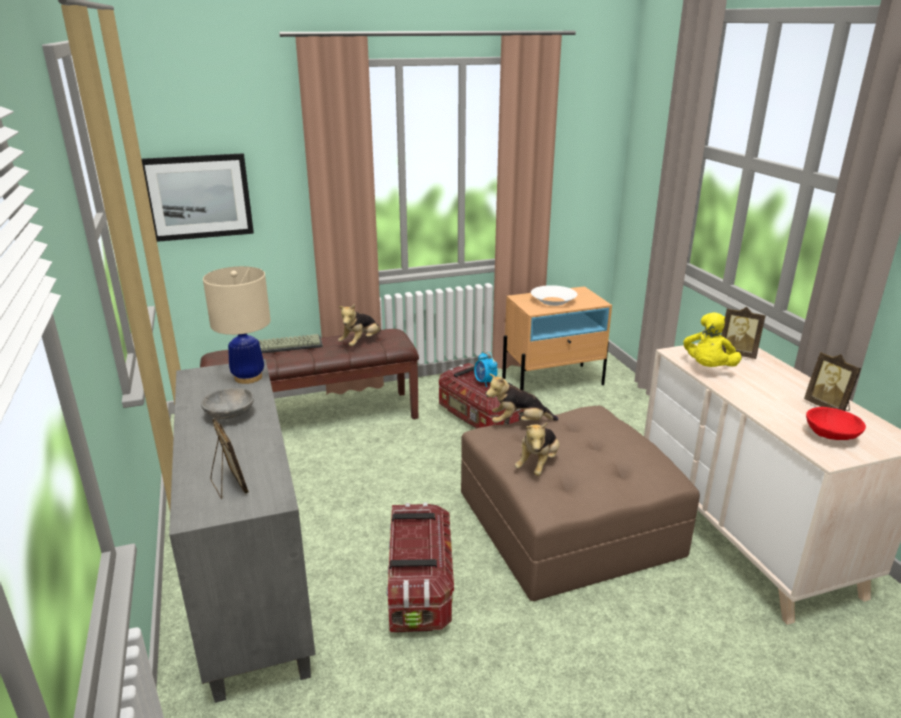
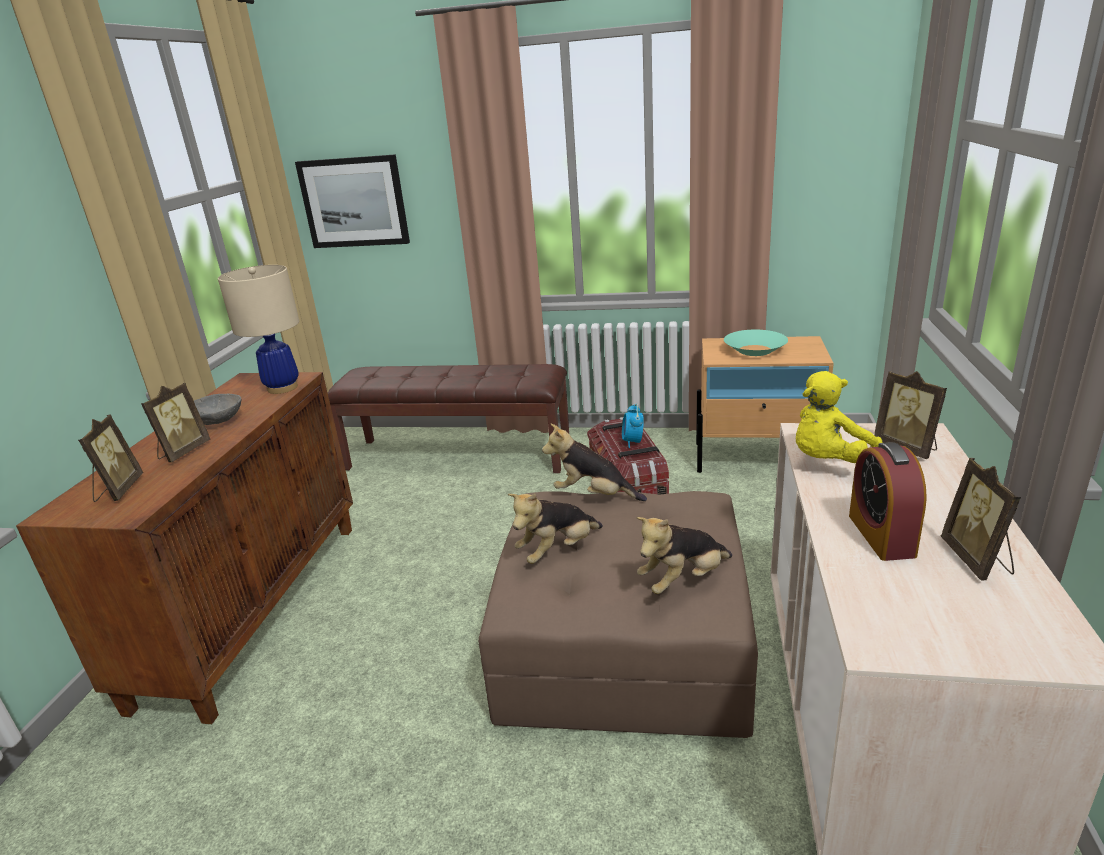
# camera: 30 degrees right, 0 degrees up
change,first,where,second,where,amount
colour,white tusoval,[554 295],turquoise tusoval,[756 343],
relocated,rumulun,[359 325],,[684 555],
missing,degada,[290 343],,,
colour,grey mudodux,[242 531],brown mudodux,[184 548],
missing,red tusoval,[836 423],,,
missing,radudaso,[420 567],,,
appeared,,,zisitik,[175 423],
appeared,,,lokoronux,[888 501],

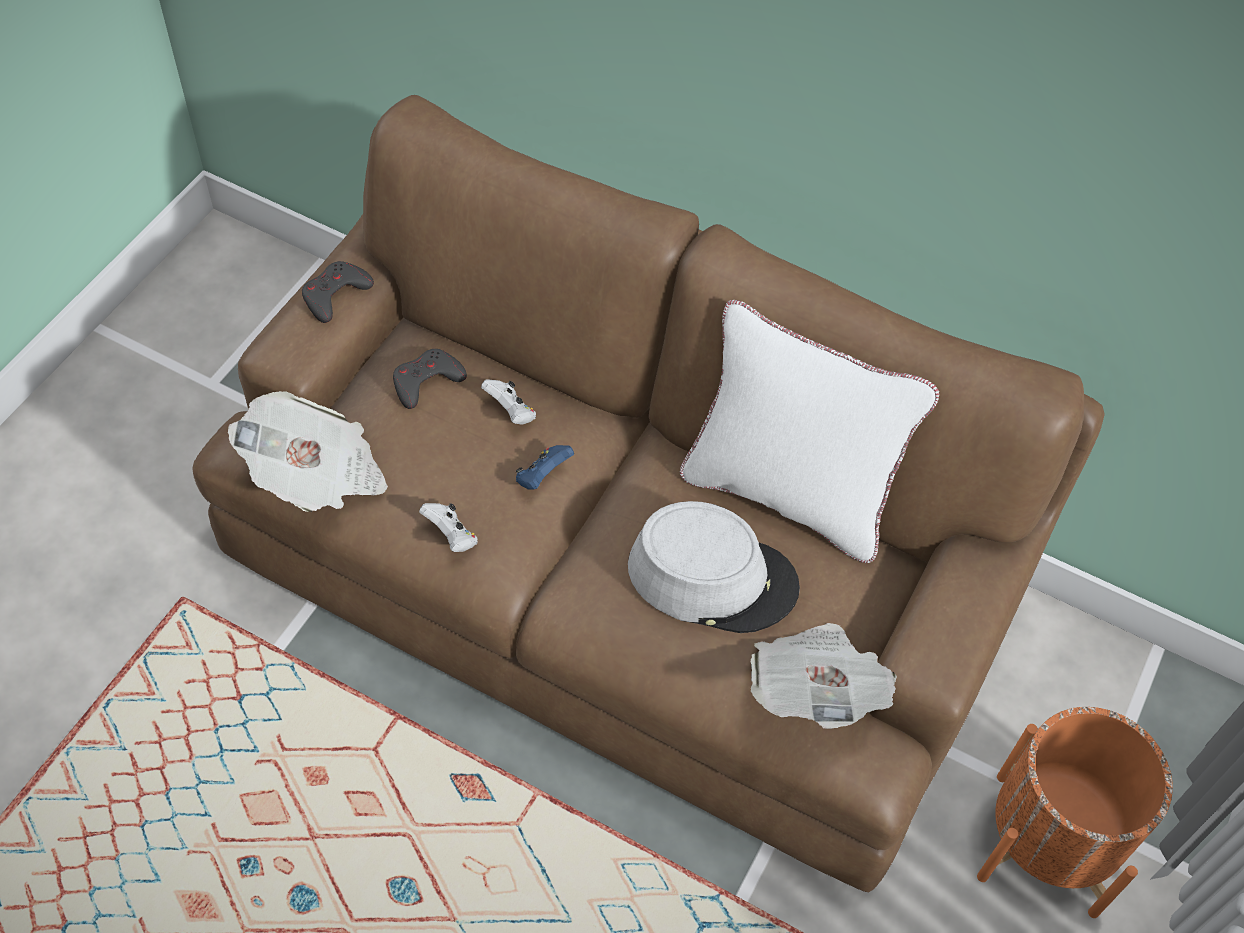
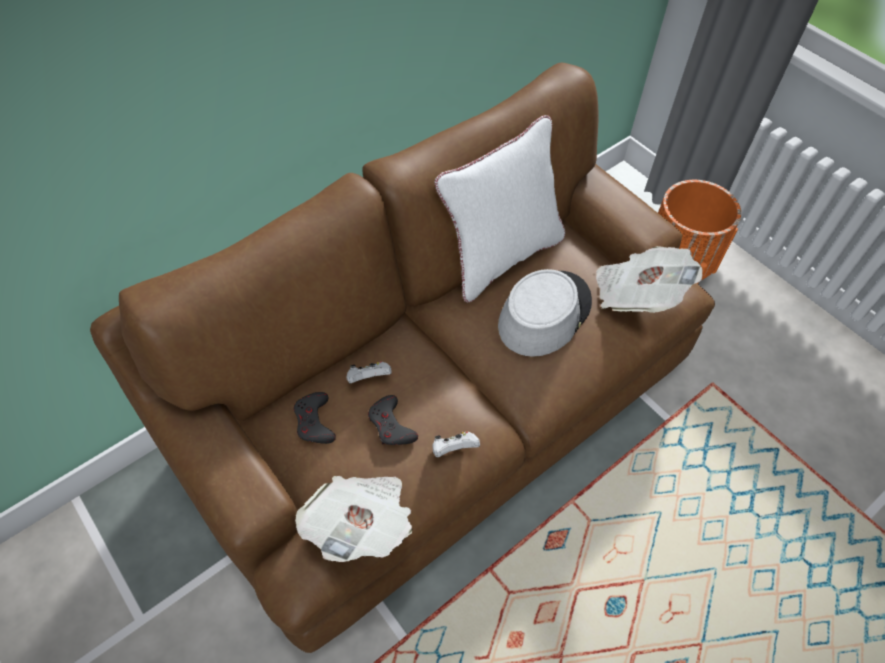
# camera: 65 degrees left, 0 degrees up
change,first,where,second,where,amount
relocated,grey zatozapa,[338 292],,[393 420],
missing,blue zatozapa,[545 467],,,

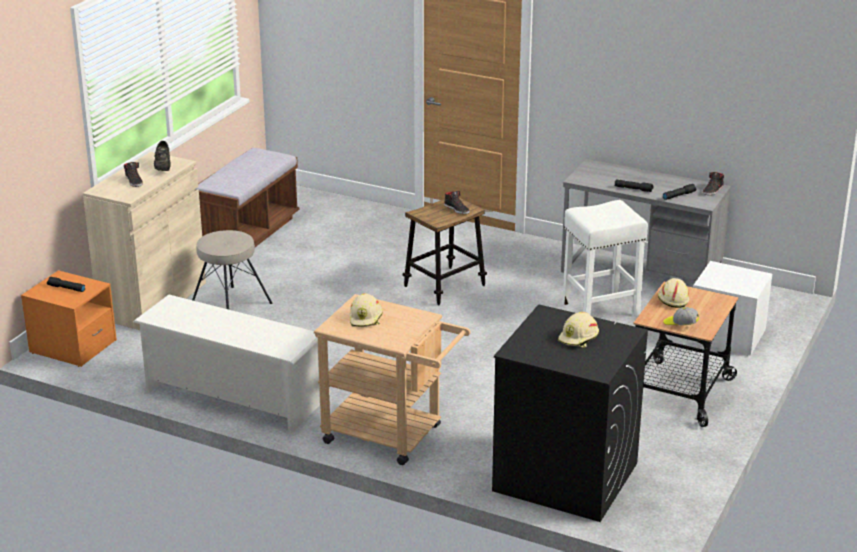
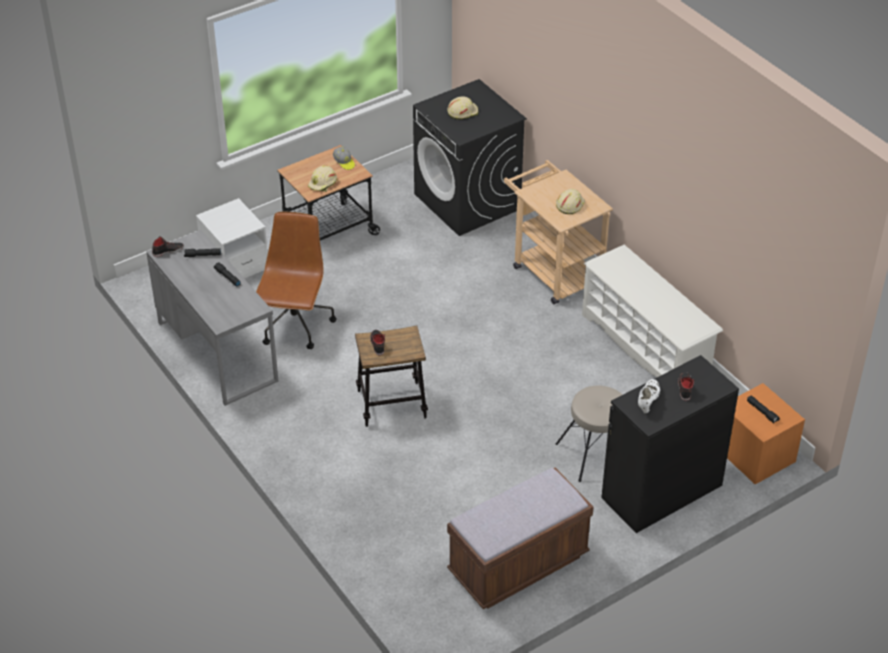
# camera: 150 degrees left, 15 degrees up
change,first,where,second,where,amount
colour,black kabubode,[162 156],white kabubode,[649 396],
colour,beige mudodux,[144 241],black mudodux,[670 444],
exchanged,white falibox,[605 258],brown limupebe,[296 280],

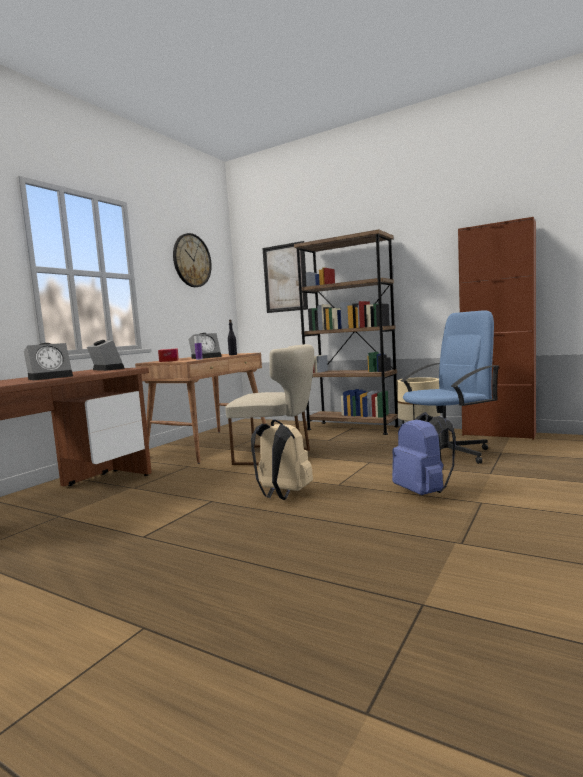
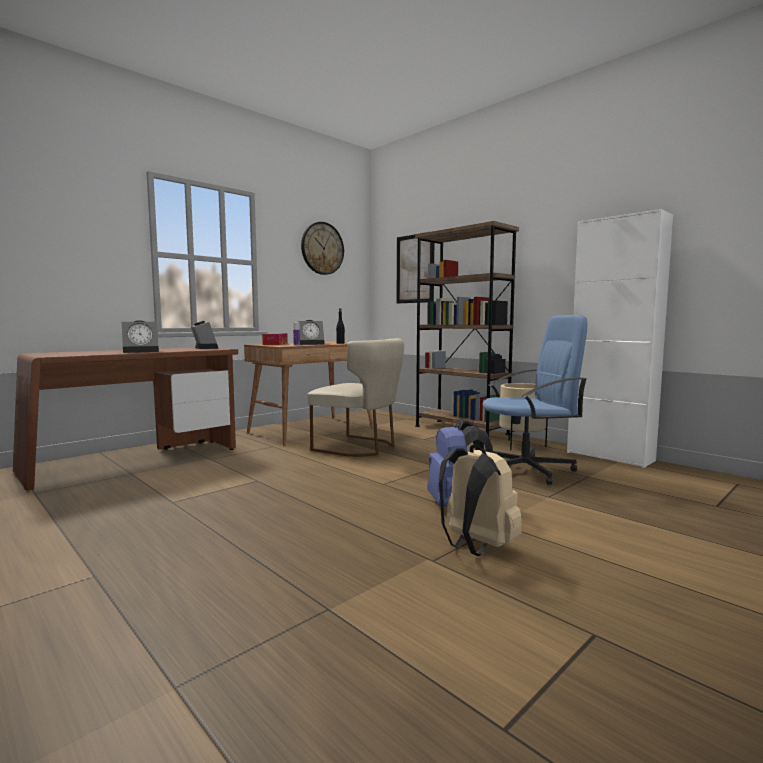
# camera: 15 degrees right, 0 degrees up
change,first,where,second,where,amount
colour,brown mudodux,[497 328],white mudodux,[620 338],
relocated,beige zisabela,[282 459],,[480 500],

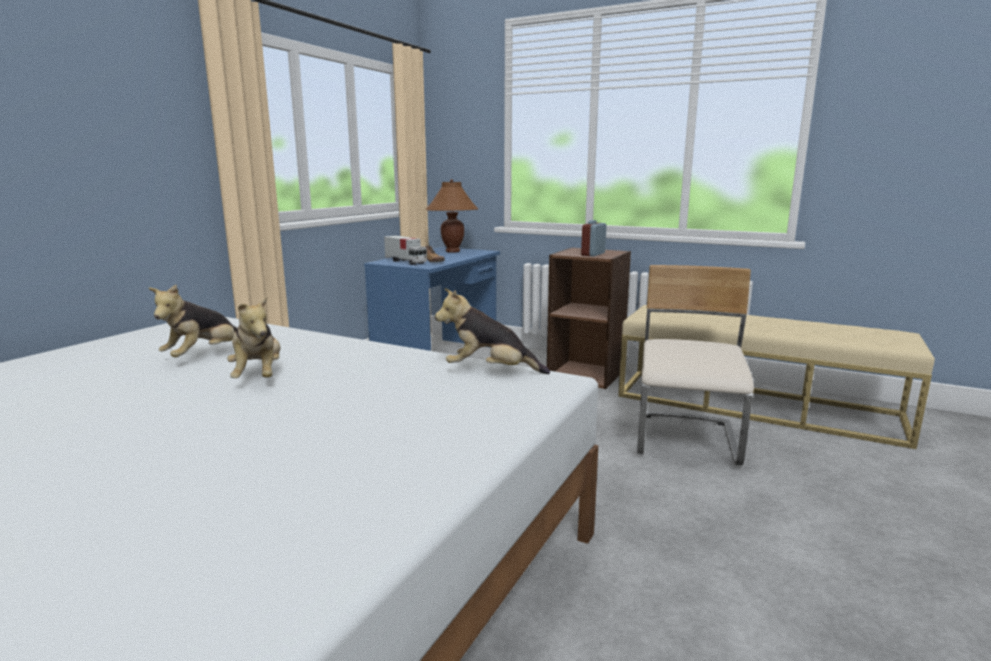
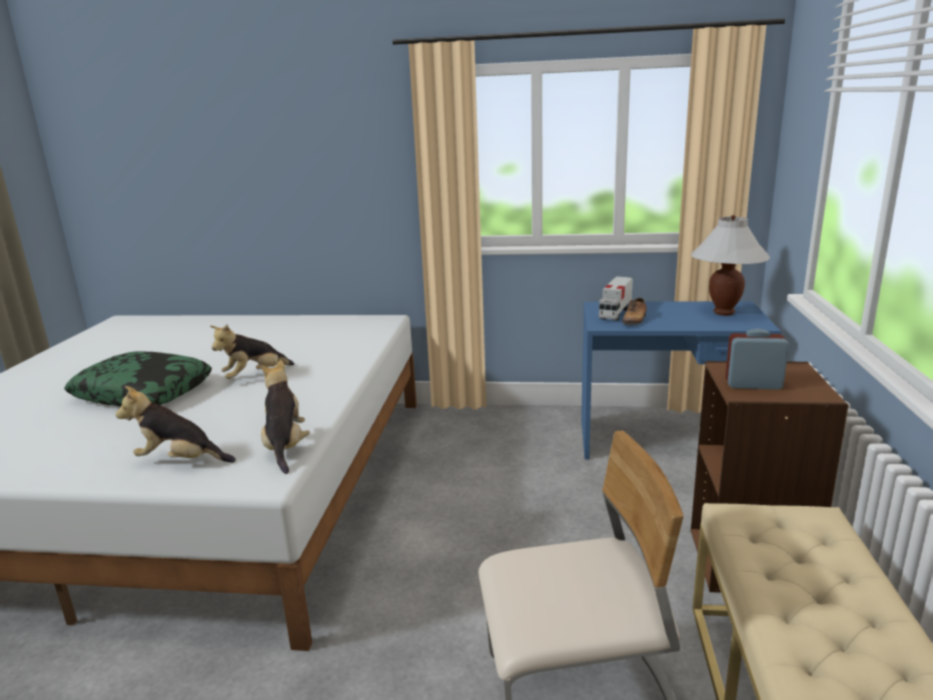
# camera: 70 degrees right, 5 degrees up
change,first,where,second,where,amount
colour,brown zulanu,[451 216],white zulanu,[730 265],
relocated,rumulun,[192 320],,[175 424],
appeared,,,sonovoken,[138 379],

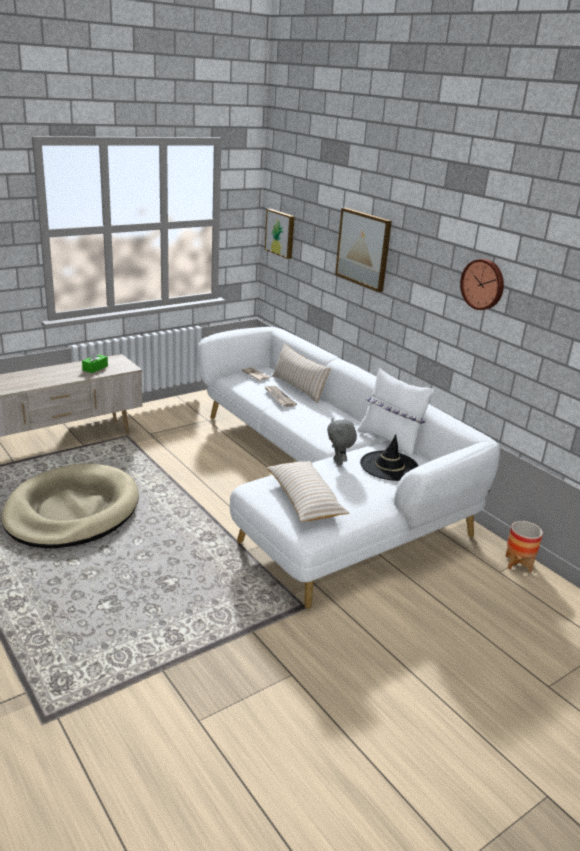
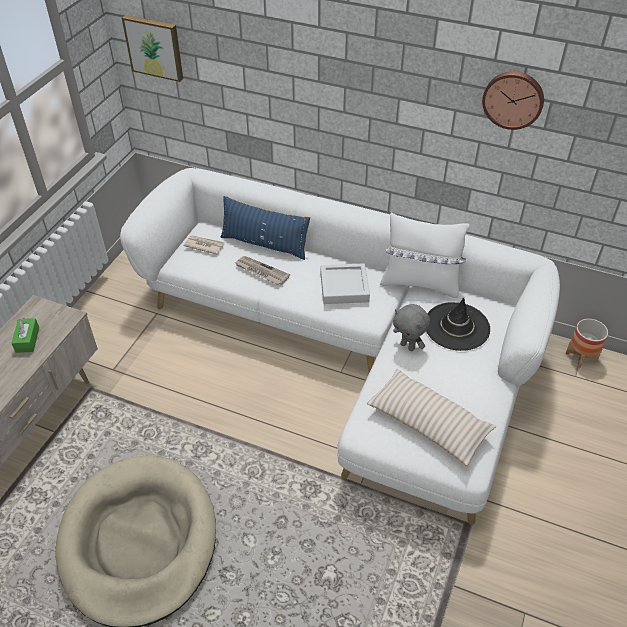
# camera: 30 degrees left, 20 degrees up
change,first,where,second,where,amount
missing,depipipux,[363 250],,,
colour,beige sonovoken,[301 373],blue sonovoken,[265 228],
appeared,,,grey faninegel,[345 283],

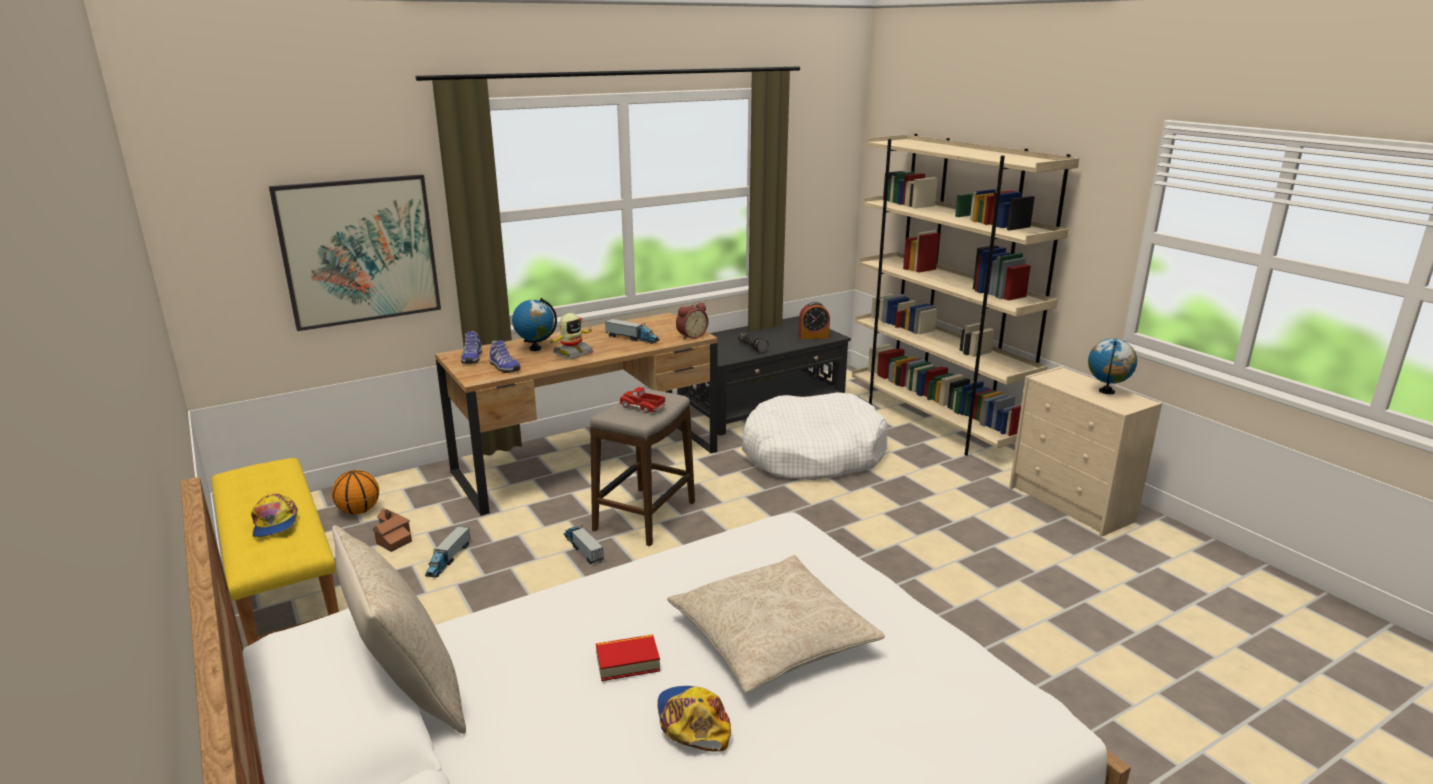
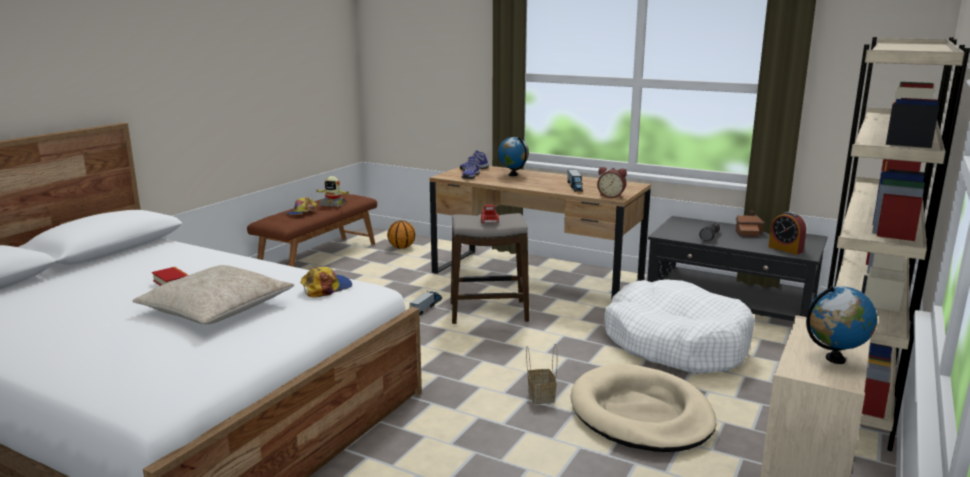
# camera: 60 degrees right, 5 degrees down
change,first,where,second,where,amount
missing,depipipux,[355 252],,,
relocated,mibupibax,[570 336],,[333 191],
colour,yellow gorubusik,[275 552],brown gorubusik,[312 230],
relocated,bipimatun,[392 530],,[750 223],
missing,beige sonovoken,[399 629],,,
missing,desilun,[448 552],,,
relocated,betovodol,[694 719],,[326 282],
appeared,,,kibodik,[541 374],
appeared,,,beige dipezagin,[643 407],

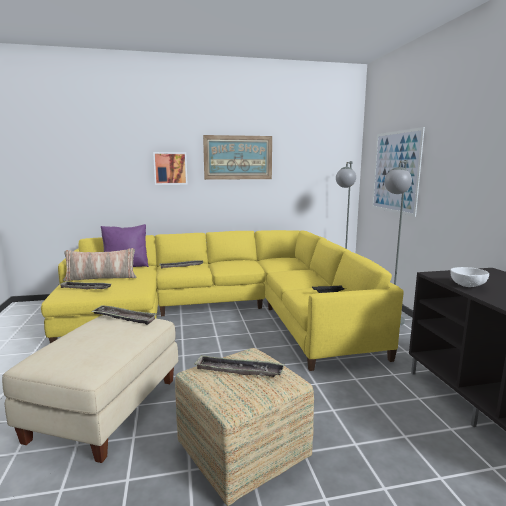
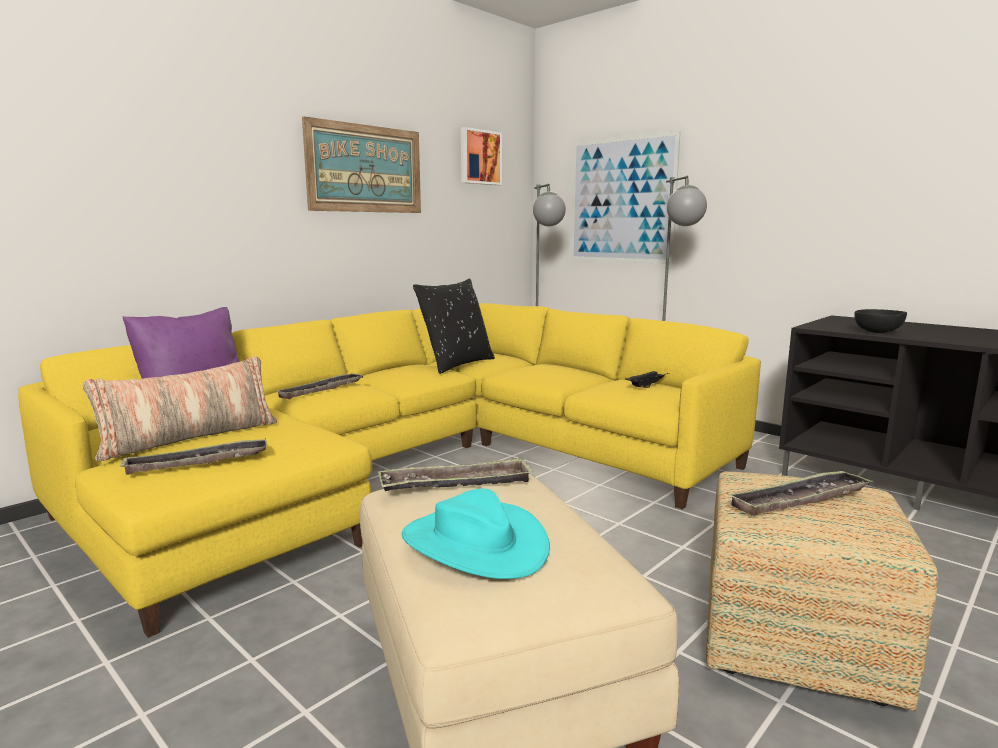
# camera: 35 degrees left, 0 degrees up
change,first,where,second,where,amount
relocated,depipipux,[170 168],,[481 156],
colour,white tusoval,[469 277],black tusoval,[880 321],
appeared,,,black sonovoken,[454 326],
appeared,,,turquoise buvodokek,[476 533],

